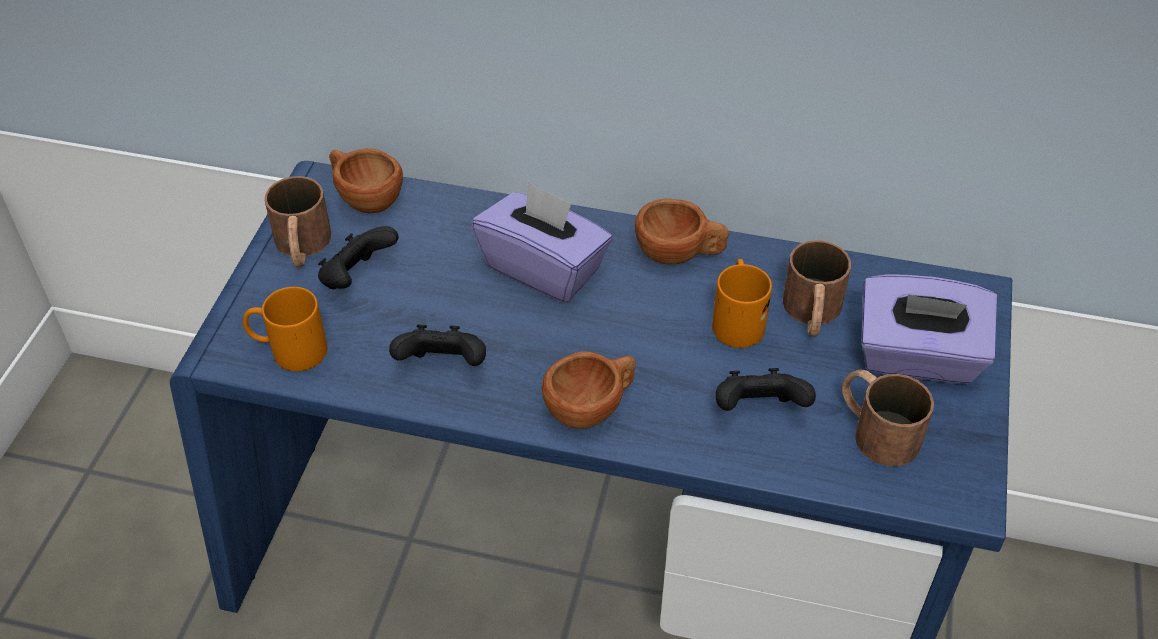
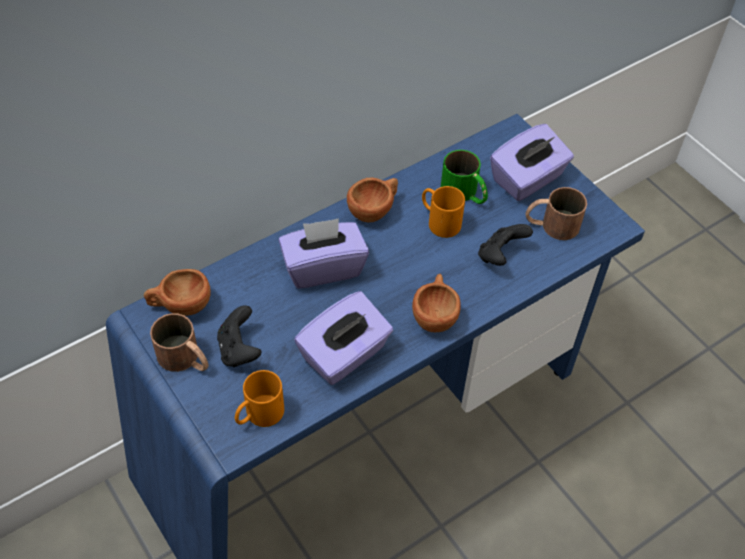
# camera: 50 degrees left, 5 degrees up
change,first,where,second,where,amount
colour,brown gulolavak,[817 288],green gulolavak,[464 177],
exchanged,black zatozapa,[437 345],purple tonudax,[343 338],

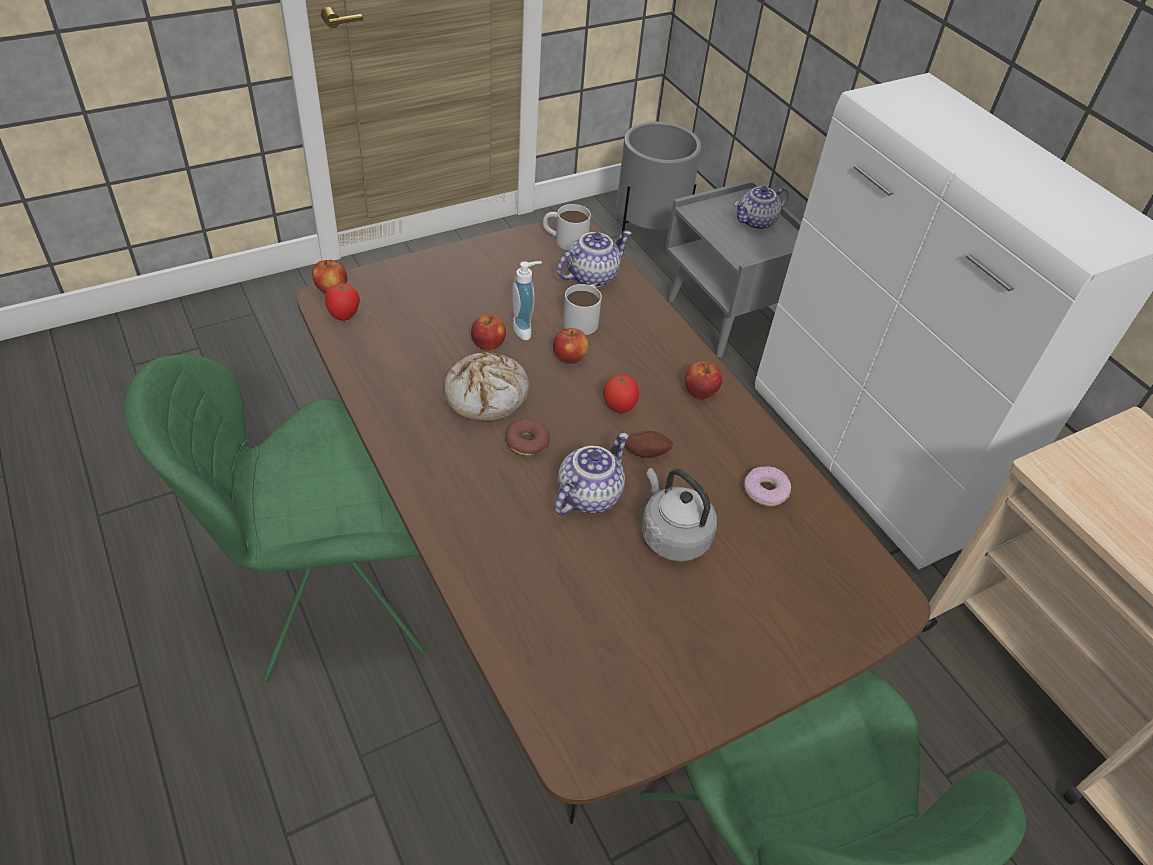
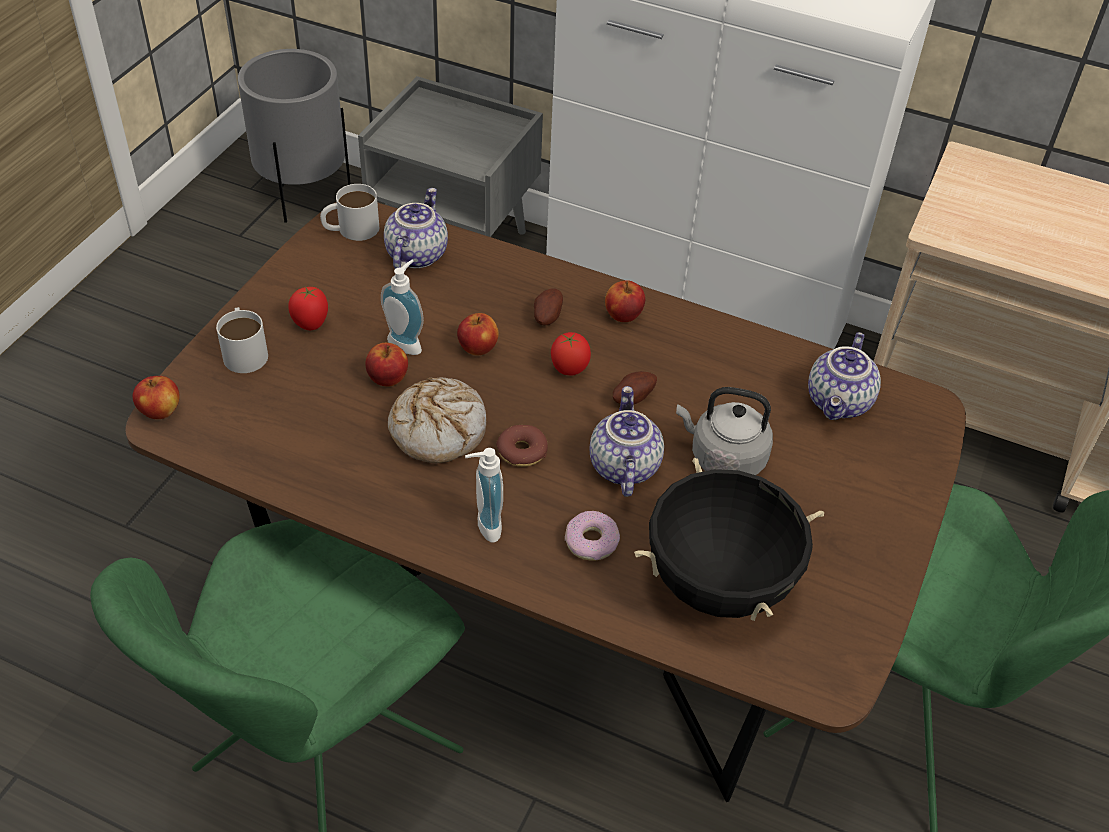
# camera: 35 degrees left, 0 degrees up
change,first,where,second,where,amount
relocated,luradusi,[762 208],,[844 376],
relocated,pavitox,[342 302],,[308 308],
relocated,white gulolavak,[582 309],,[242 340],
relocated,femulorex,[767 486],,[592 536],
appeared,,,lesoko,[548 306],
appeared,,,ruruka,[484 495],
appeared,,,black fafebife,[729 539],

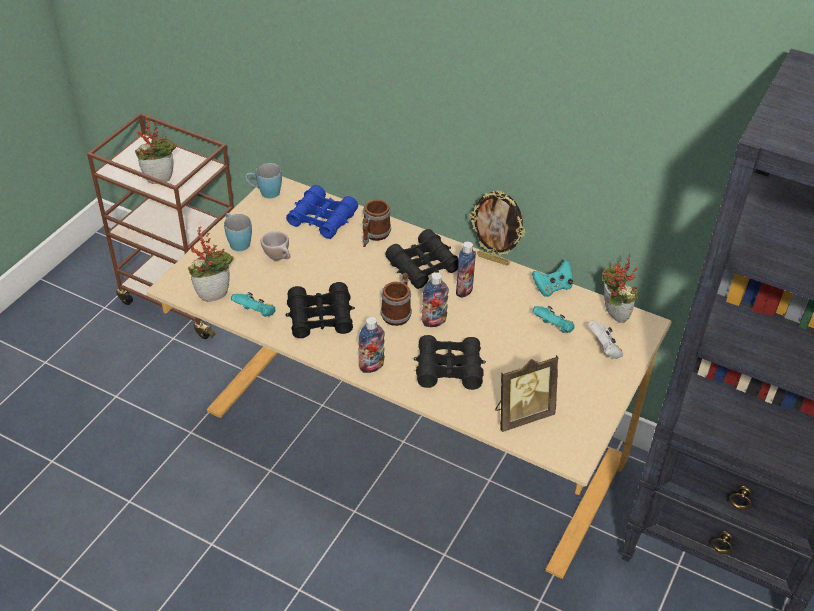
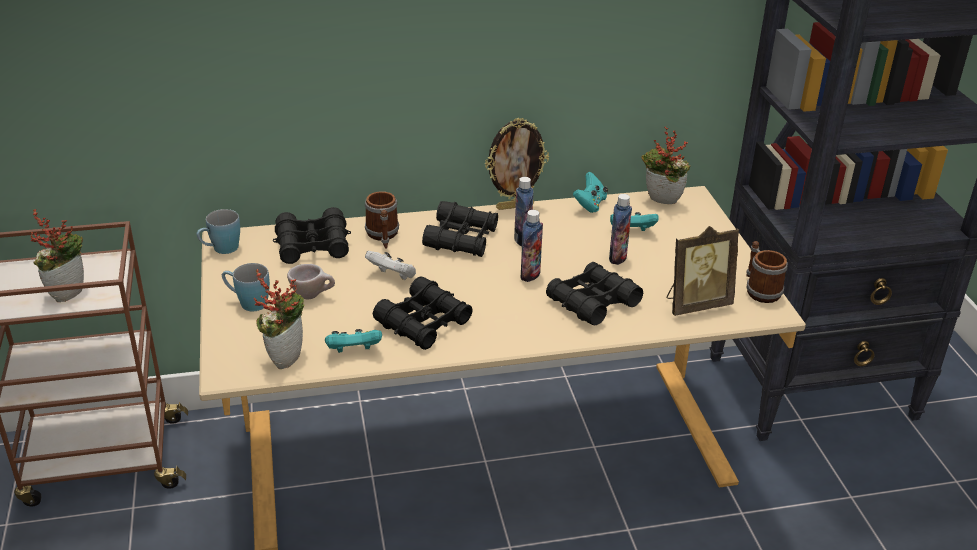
# camera: 40 degrees left, 10 degrees down
change,first,where,second,where,amount
colour,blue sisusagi,[322 212],black sisusagi,[312 235],
relocated,gulolavak,[396 299],,[767 272],
relocated,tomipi,[371 345],,[620 229],
relocated,white zatozapa,[605 339],,[390 265],
spun,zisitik,[527 393],,[703 271],45 degrees clockwise

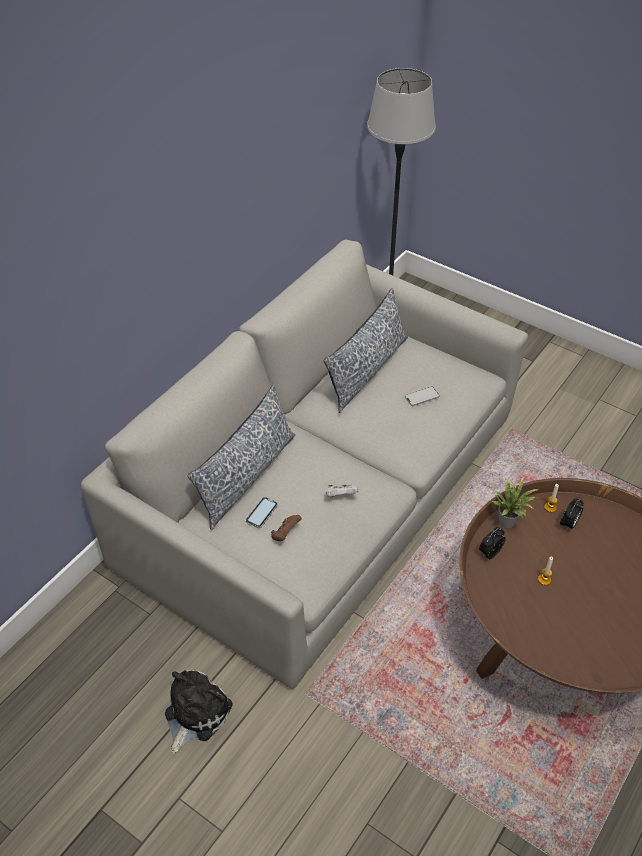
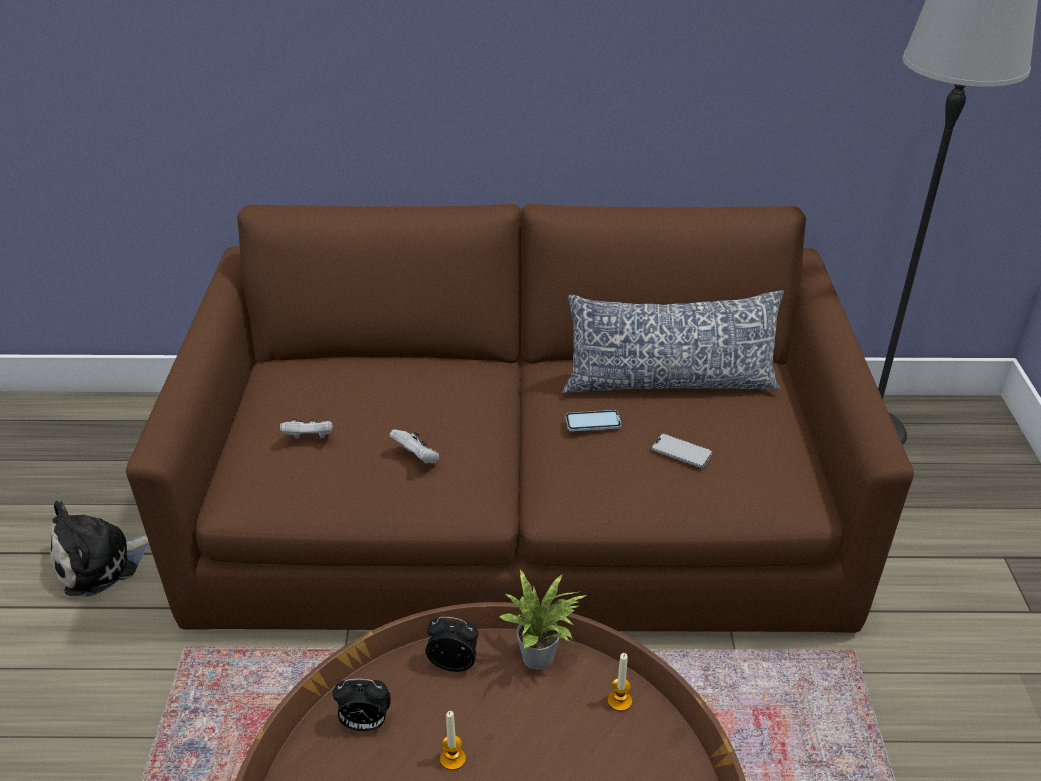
# camera: 55 degrees right, 10 degrees down
change,first,where,second,where,amount
colour,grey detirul,[304 464],brown detirul,[520 418],
missing,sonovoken,[242 457],,,
relocated,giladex,[262 512],,[593 421],
relocated,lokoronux,[572 515],,[362 705],
colour,brown zatozapa,[286 528],white zatozapa,[306 429],
spun,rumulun,[199 712],,[99 548],150 degrees clockwise

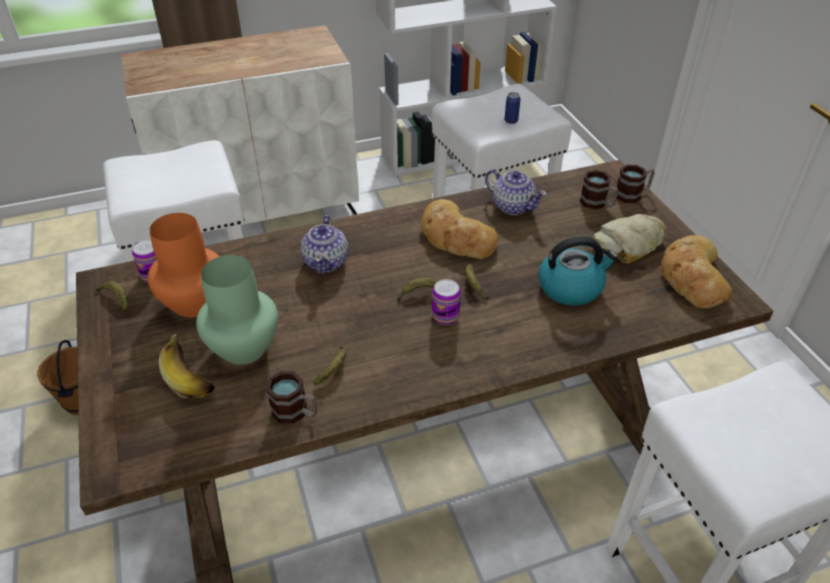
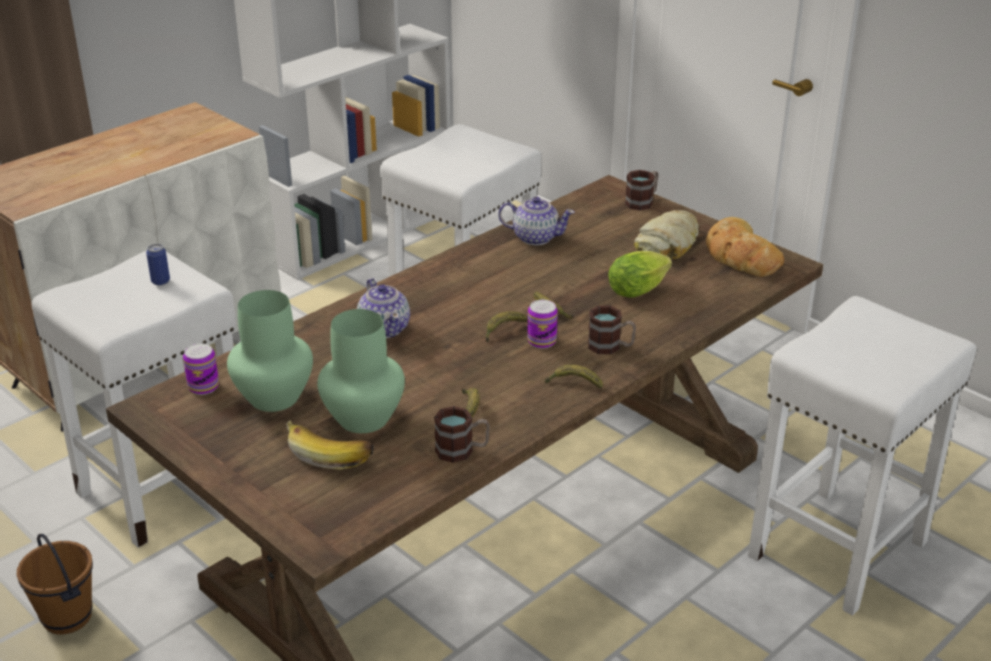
# camera: 25 degrees left, 10 degrees down
change,first,where,second,where,amount
relocated,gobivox,[513 108],,[158 264],
relocated,gulolavak,[599 190],,[612 330],
missing,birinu,[459 229],,,
colour,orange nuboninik,[184 265],green nuboninik,[270 351],
exchanged,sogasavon,[578 271],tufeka,[640 274],
relocated,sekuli,[112 296],,[574 377],

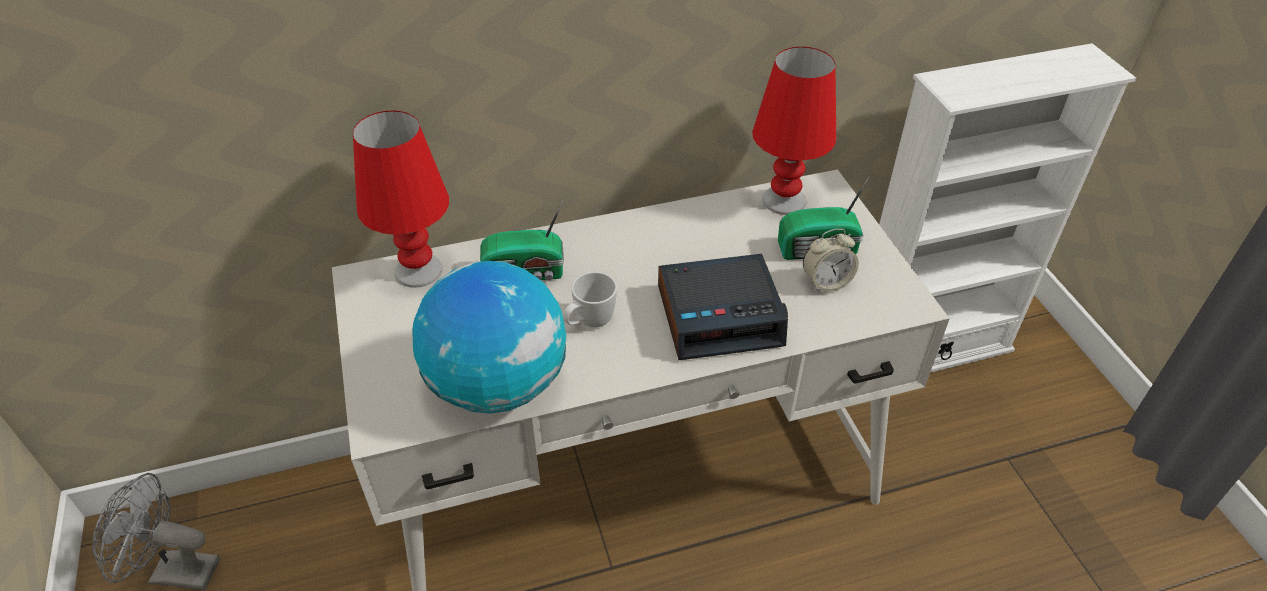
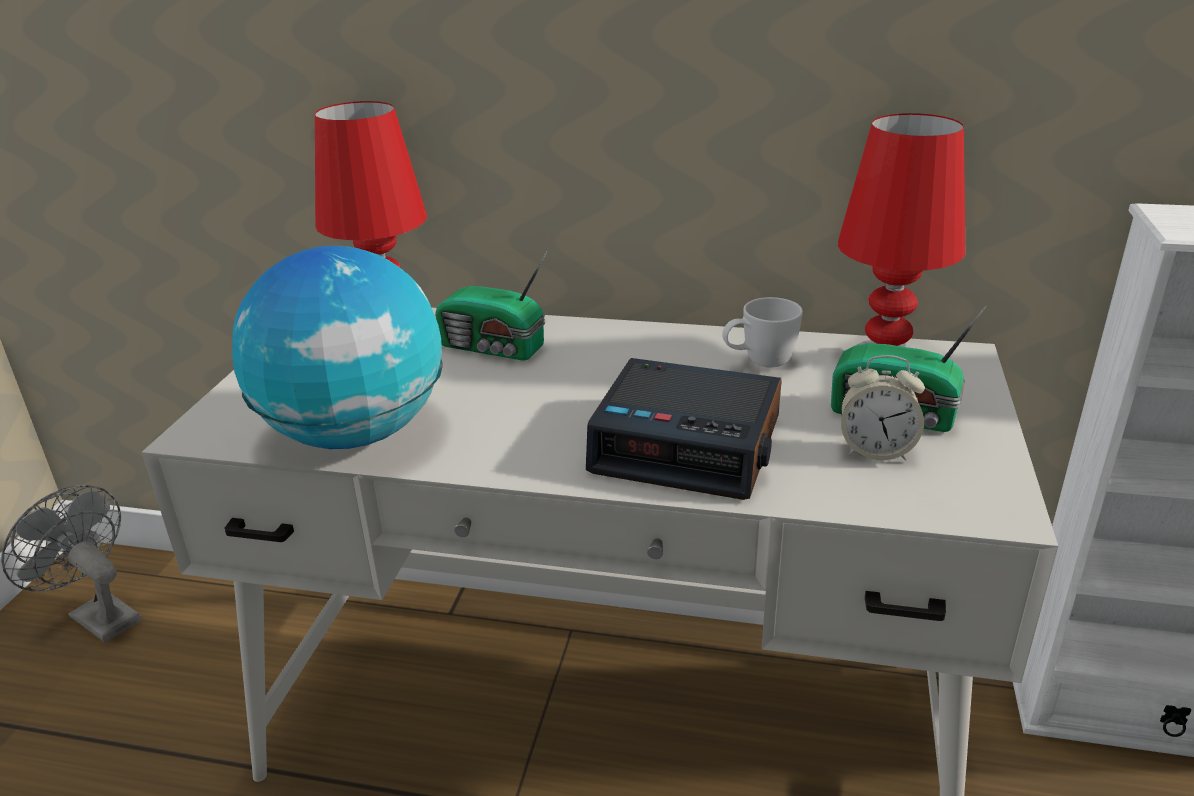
# camera: 30 degrees right, 15 degrees down
change,first,where,second,where,amount
relocated,white gulolavak,[590 299],,[762 332],

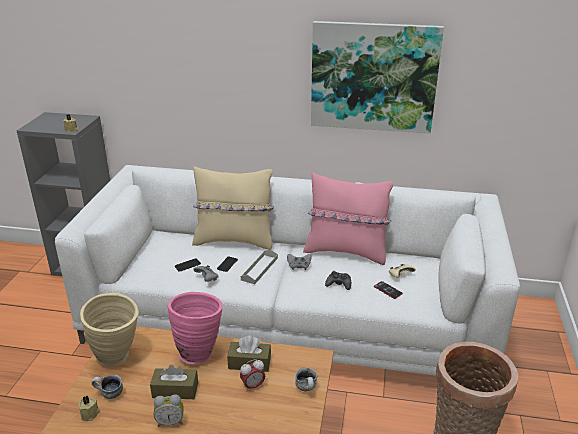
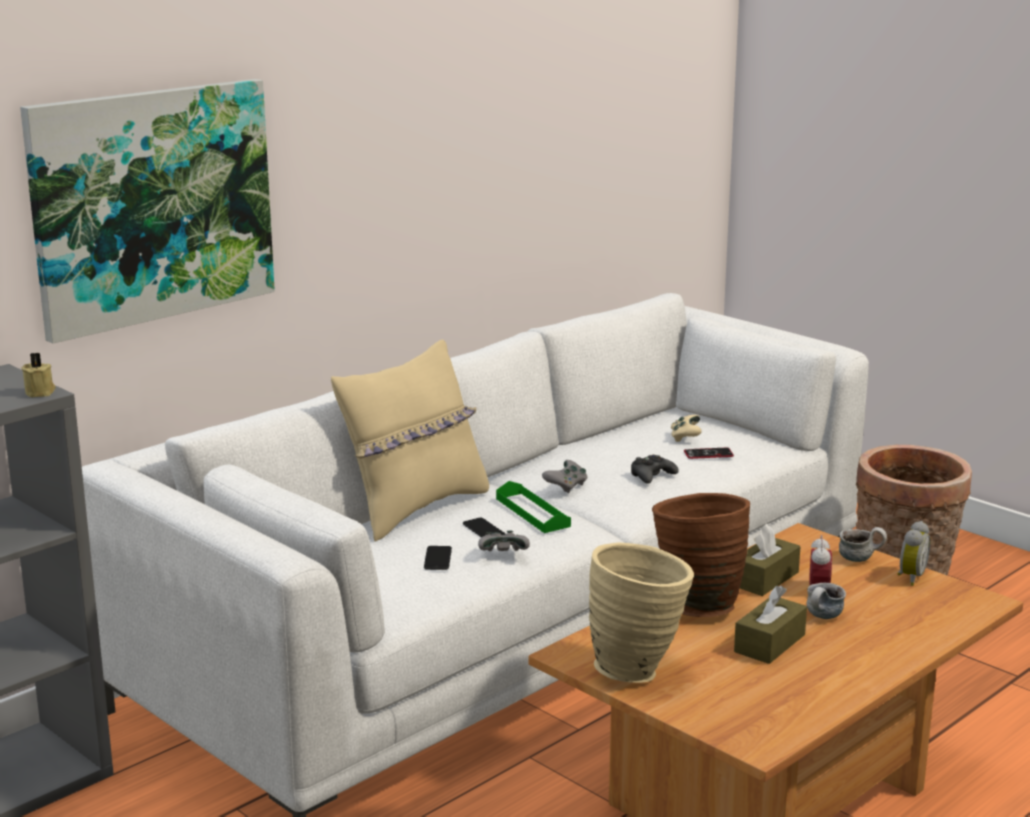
# camera: 55 degrees left, 10 degrees down
change,first,where,second,where,amount
relocated,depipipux,[377 77],,[147 211],
missing,pink sonovoken,[348 218],,,
colour,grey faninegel,[259 267],green faninegel,[533 507],
colour,pink nuboninik,[195 328],brown nuboninik,[701 555],
relocated,gulolavak,[107 387],,[826 601],
relocated,lokoronux,[169 410],,[913 553],
missing,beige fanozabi,[89 408],,,

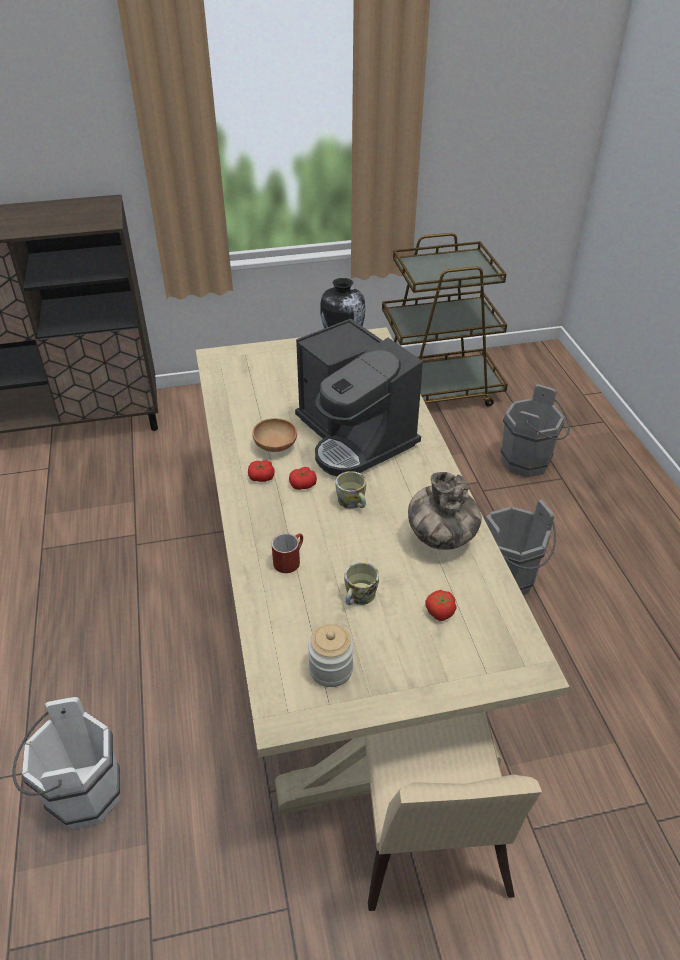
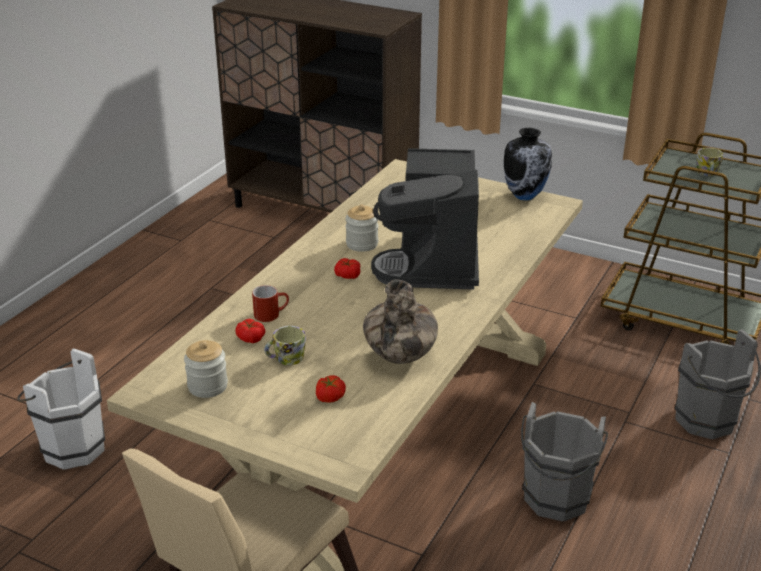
# camera: 40 degrees right, 10 degrees down
change,first,where,second,where,amount
exchanged,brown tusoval,[274 435],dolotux,[361 228],
relocated,pavitox,[261 471],,[250 331],
relocated,gulolavak,[350 490],,[710 162],

